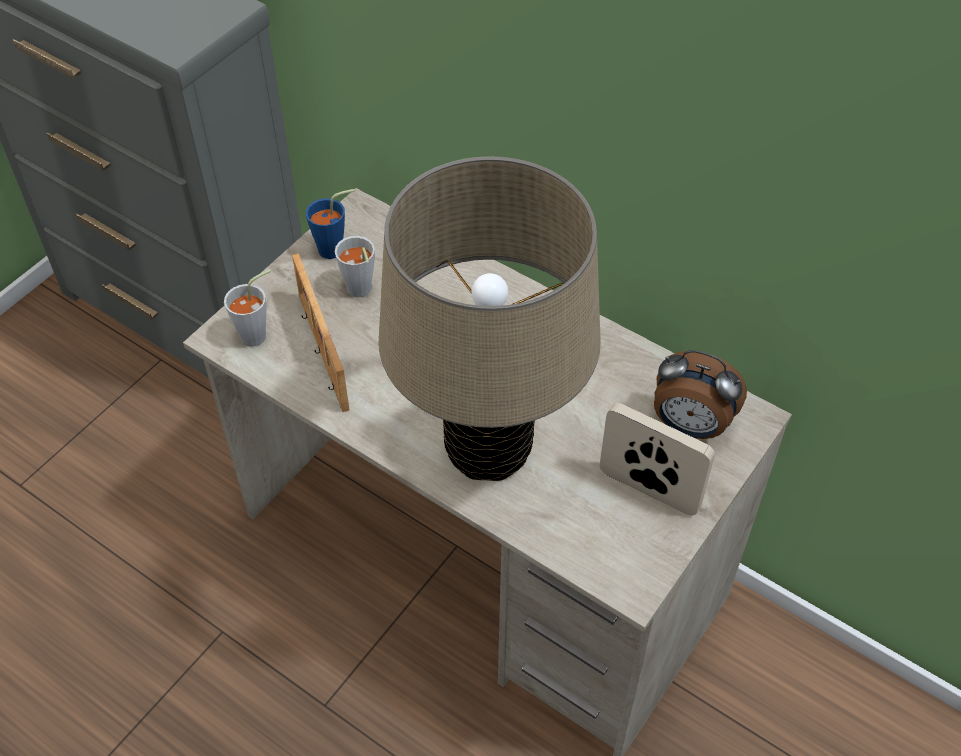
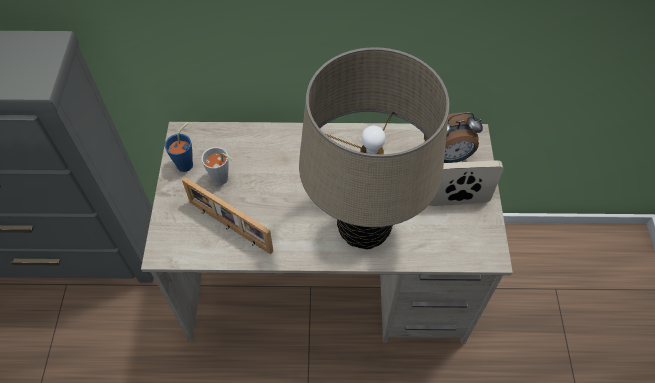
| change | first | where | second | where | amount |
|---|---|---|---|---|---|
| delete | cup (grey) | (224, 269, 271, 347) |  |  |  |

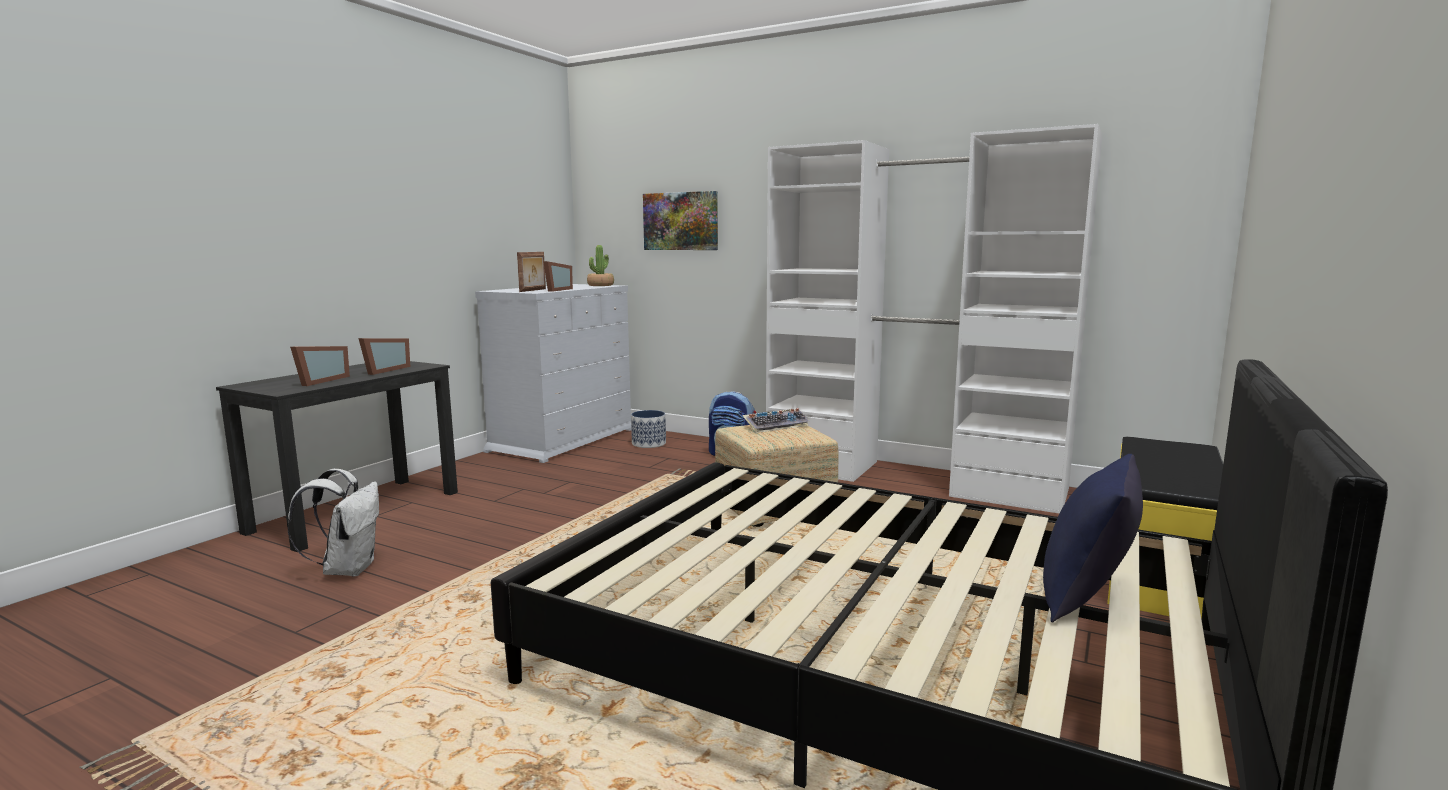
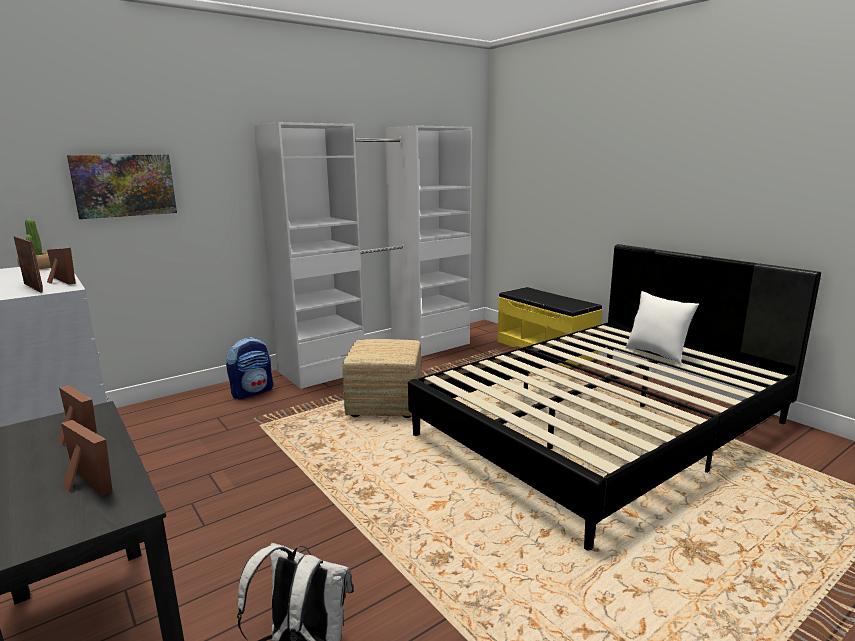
| change | first | where | second | where | amount |
|---|---|---|---|---|---|
| recolor | pillow (blue) | (1043, 454, 1143, 623) | pillow (white) | (625, 291, 699, 364) |  |
| delete | planter | (631, 410, 666, 448) |  |  |  |
| delete | keyboard | (742, 408, 809, 433) |  |  |  |

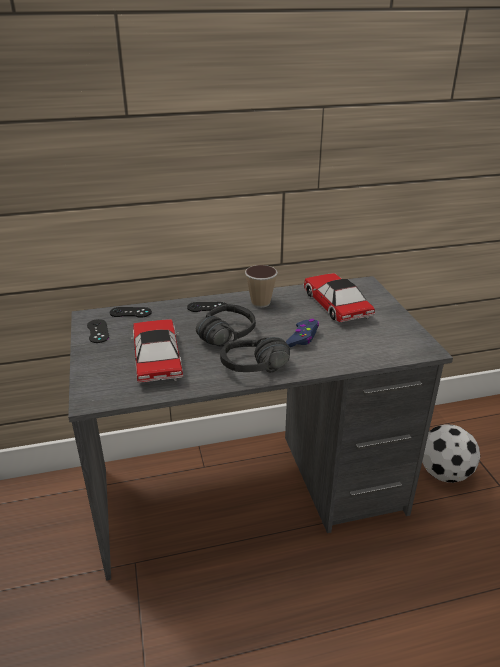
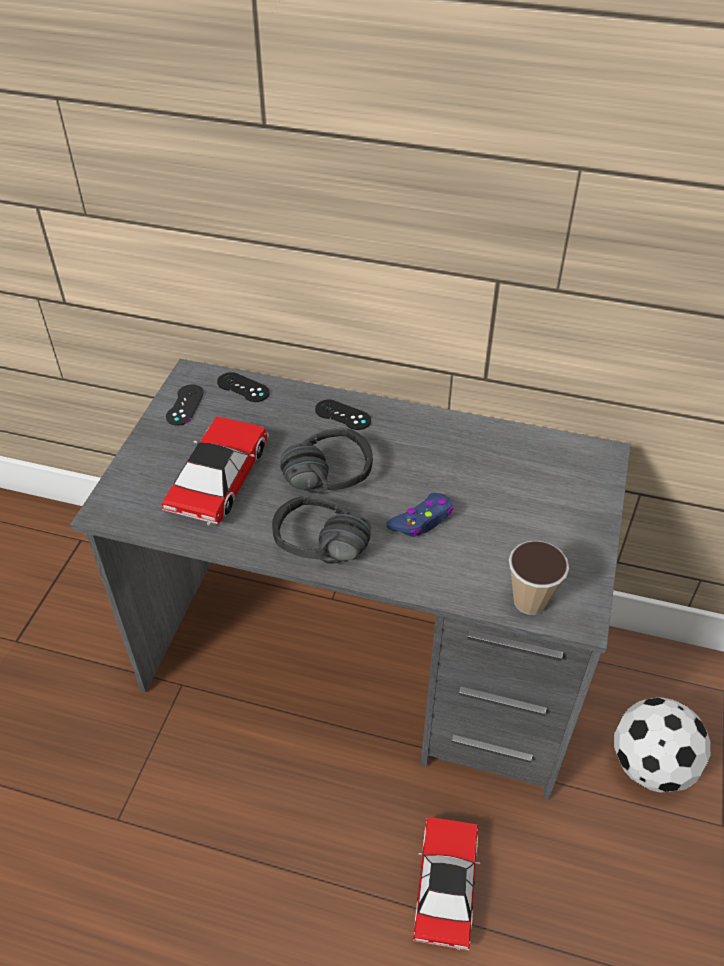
| change | first | where | second | where | amount |
|---|---|---|---|---|---|
| move | toy car | (303, 273, 375, 322) |  | (413, 817, 480, 950) |  |
| move | cup | (245, 265, 278, 308) |  | (509, 541, 569, 615) |  |

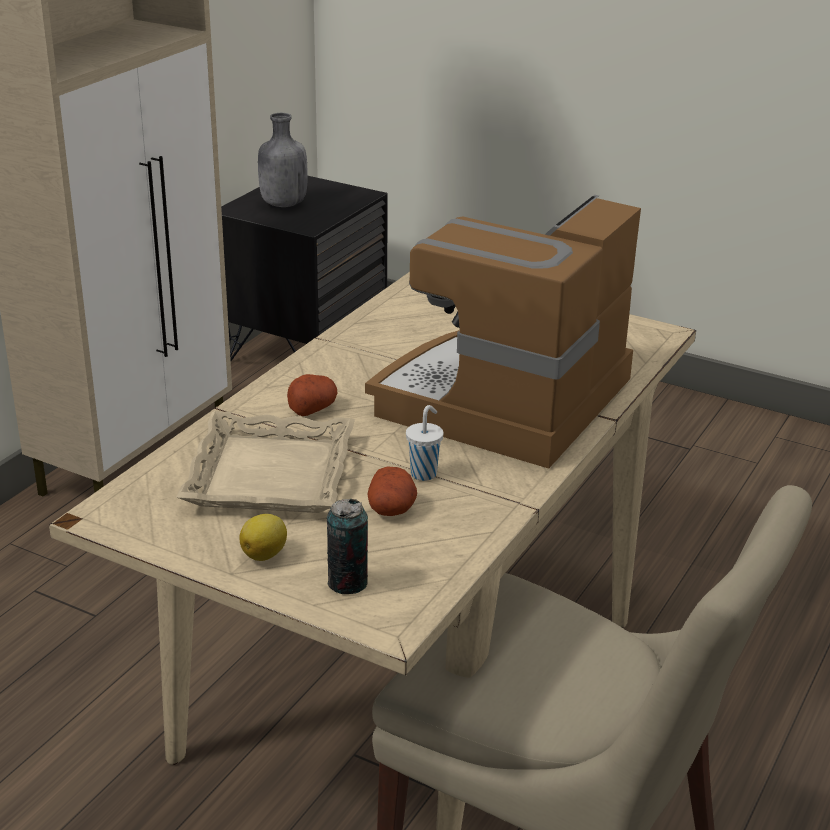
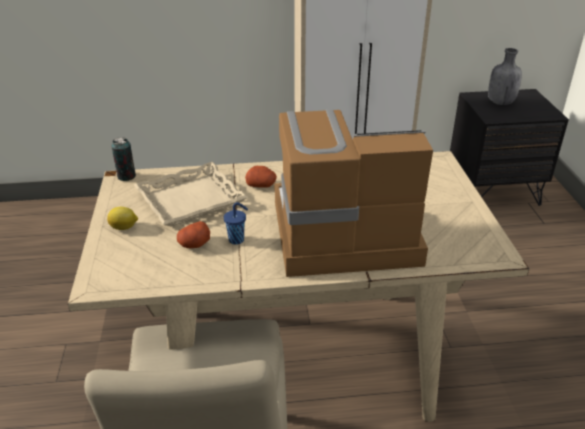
| change | first | where | second | where | amount |
|---|---|---|---|---|---|
| move | can | (327, 499, 368, 594) |  | (111, 137, 136, 181) |  |
| recolor | cup (white) | (406, 405, 443, 481) | cup (blue) | (223, 202, 248, 245) |  |

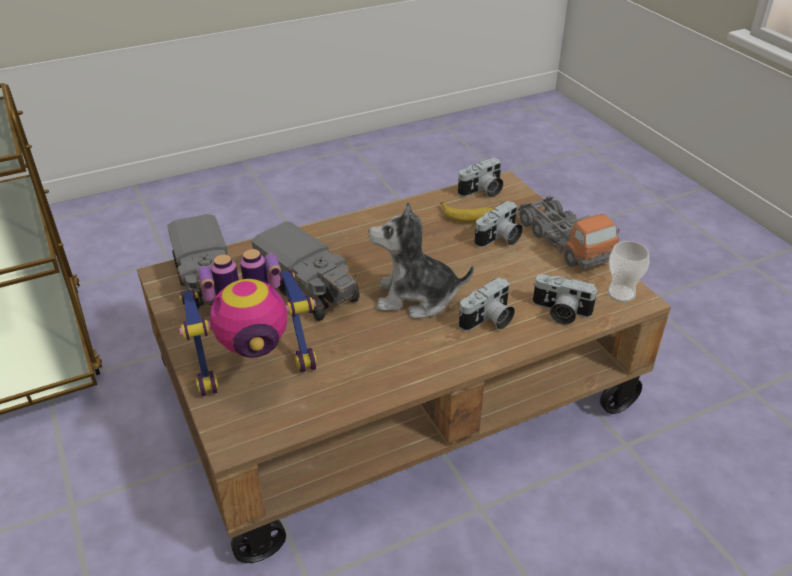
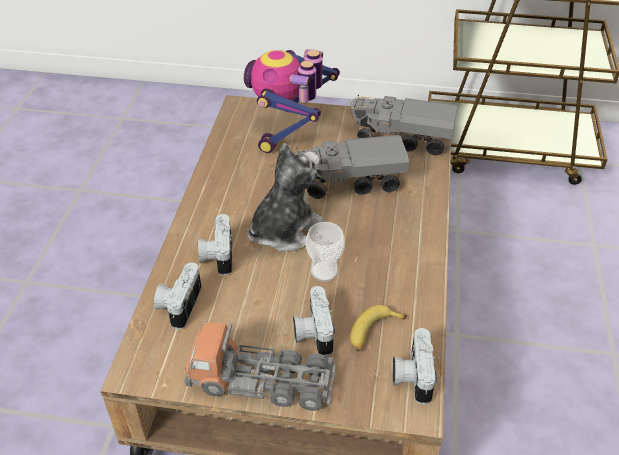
| change | first | where | second | where | amount |
|---|---|---|---|---|---|
| rotate | photo camera | (532, 274, 598, 325) |  | (154, 262, 201, 330) | 45 degrees counterclockwise |
| move | cup | (607, 241, 649, 302) |  | (306, 222, 345, 282) |  |

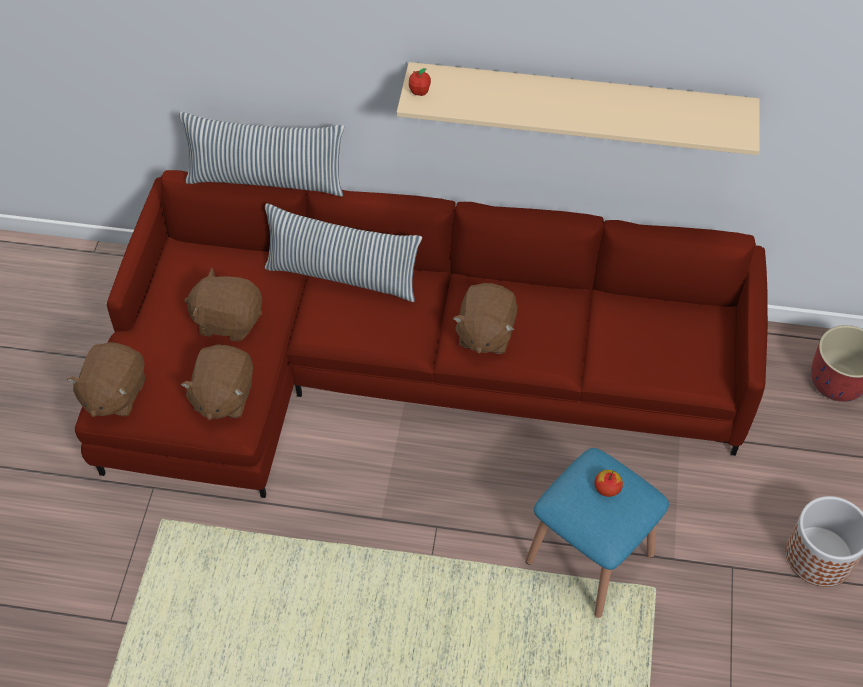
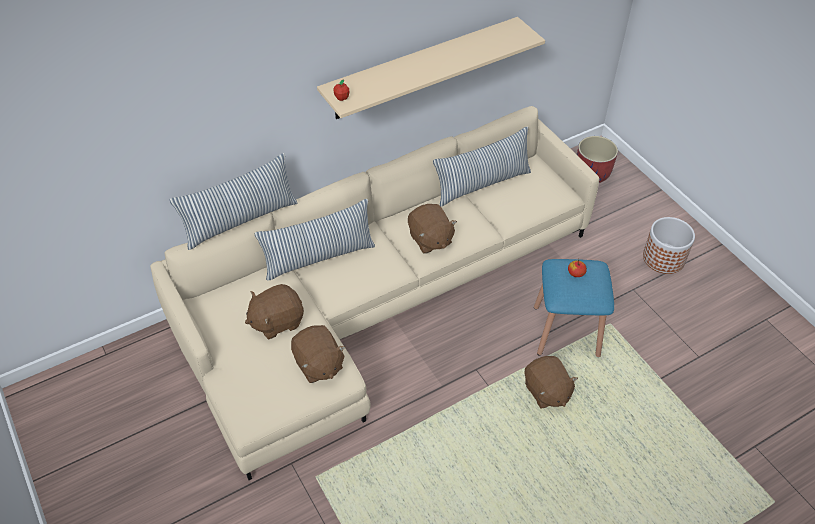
| change | first | where | second | where | amount |
|---|---|---|---|---|---|
| recolor | sofa (red) | (75, 170, 768, 498) | sofa (beige) | (150, 106, 599, 480) |  |
| insert |  |  | pillow | (433, 127, 531, 207) |  |
| move | plush toy (brown) | (67, 342, 145, 417) |  | (525, 356, 578, 408) |  |

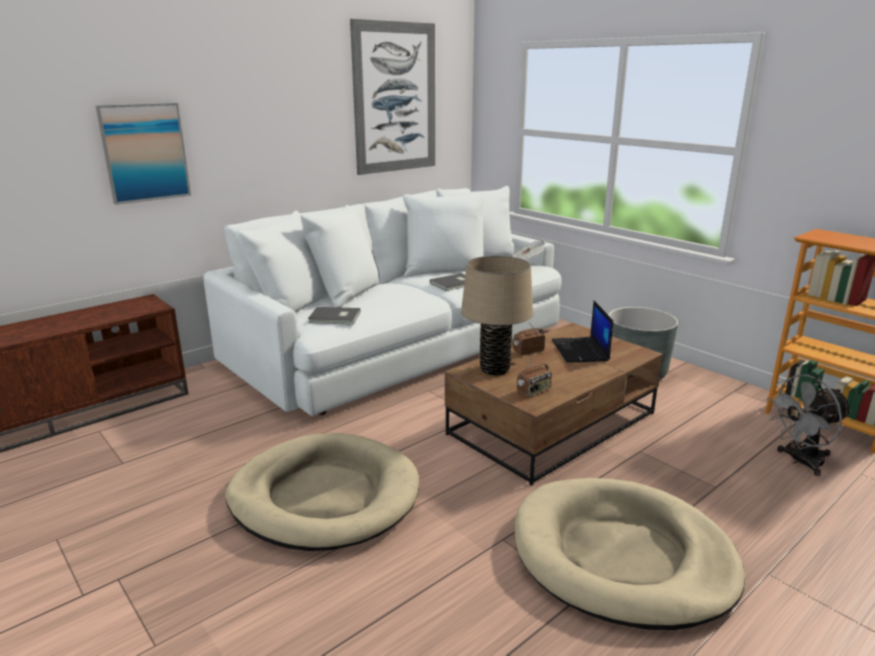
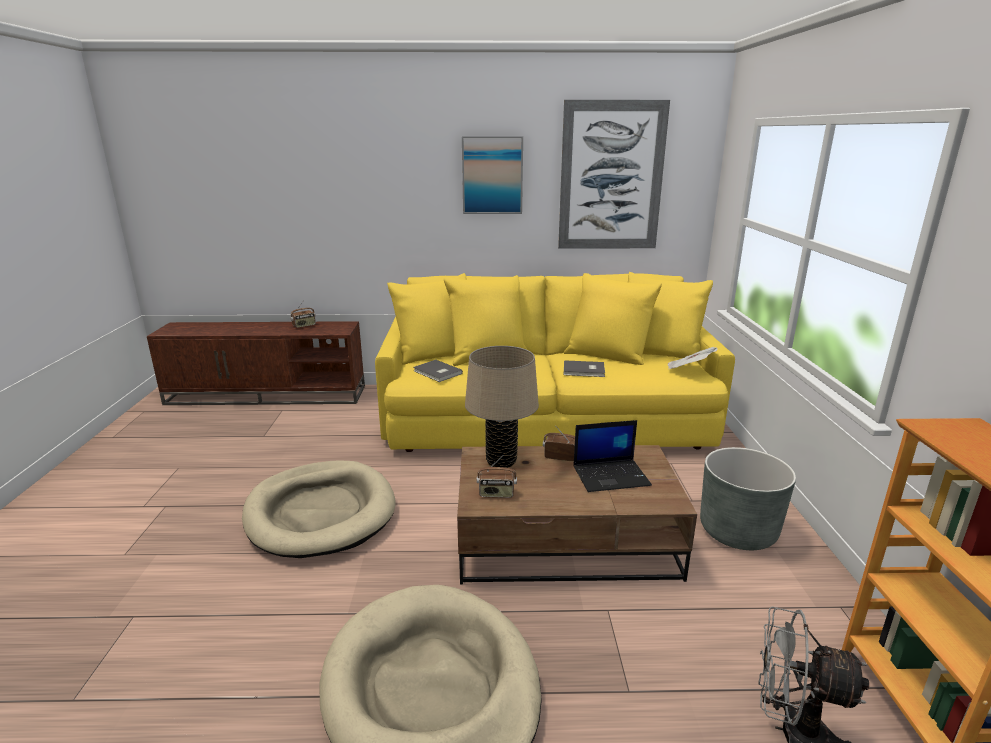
| change | first | where | second | where | amount |
|---|---|---|---|---|---|
| insert |  |  | radio | (290, 302, 316, 328) |  |
| recolor | sofa (white) | (203, 186, 562, 416) | sofa (yellow) | (375, 272, 735, 452) |  |
| move | picture | (95, 103, 191, 205) |  | (462, 136, 523, 214) |  |
| rotate | laptop | (552, 301, 613, 363) |  | (573, 420, 652, 492) | 135 degrees counterclockwise |

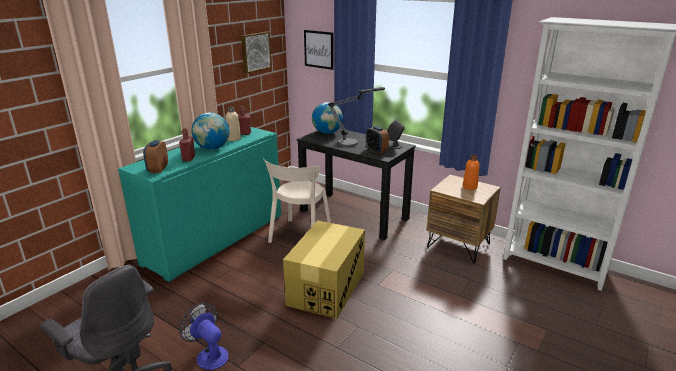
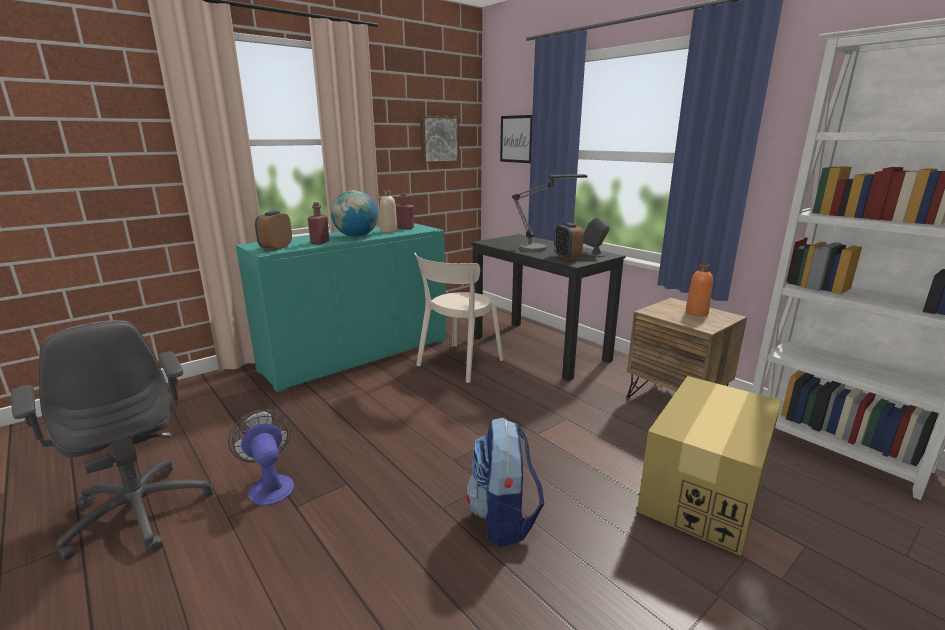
| change | first | where | second | where | amount |
|---|---|---|---|---|---|
| insert |  |  | backpack | (466, 417, 544, 547) |  |
| move | cardboard box | (283, 220, 365, 319) |  | (637, 376, 782, 556) |  |
| delete | globe | (312, 102, 343, 134) |  |  |  |

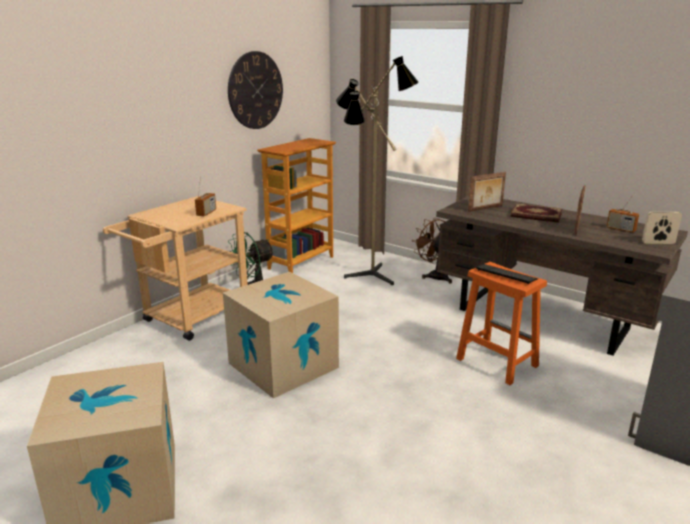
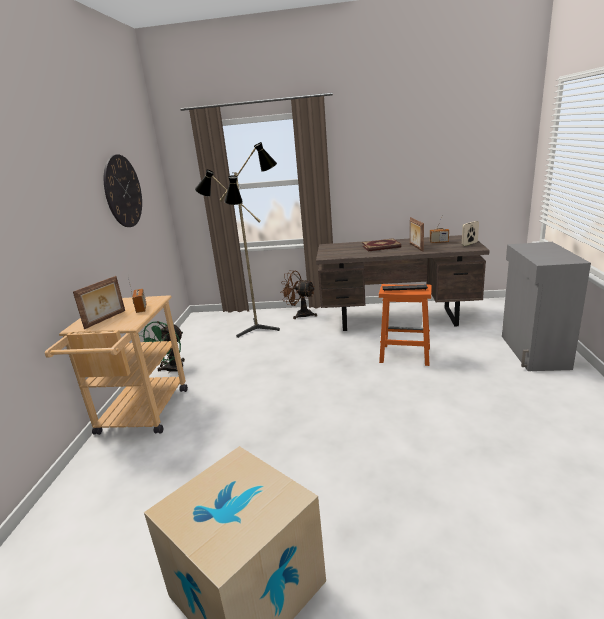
| change | first | where | second | where | amount |
|---|---|---|---|---|---|
| move | picture frame | (468, 172, 506, 212) |  | (73, 276, 125, 329) |  |
| delete | cardboard box | (223, 272, 339, 398) |  |  |  |
| delete | bookcase | (257, 138, 336, 273) |  |  |  |

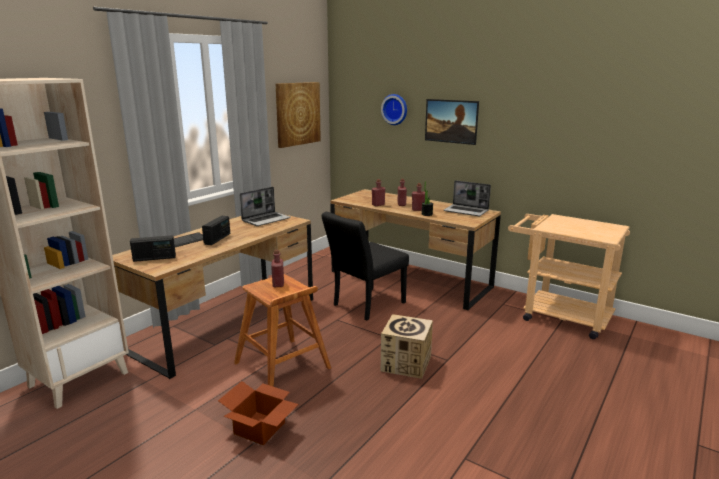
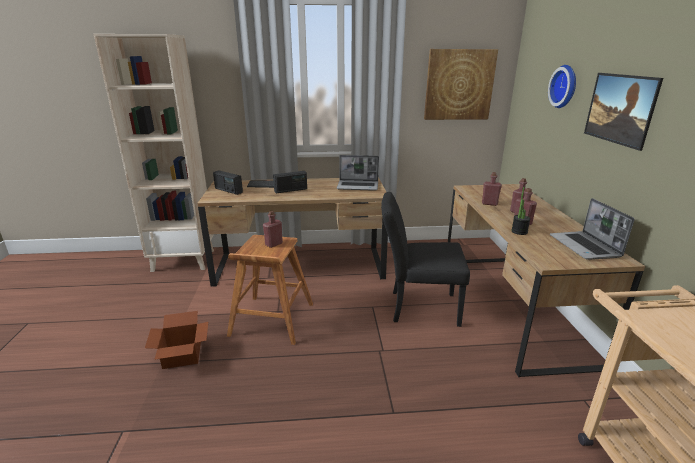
| change | first | where | second | where | amount |
|---|---|---|---|---|---|
| delete | cardboard box | (381, 314, 433, 379) |  |  |  |

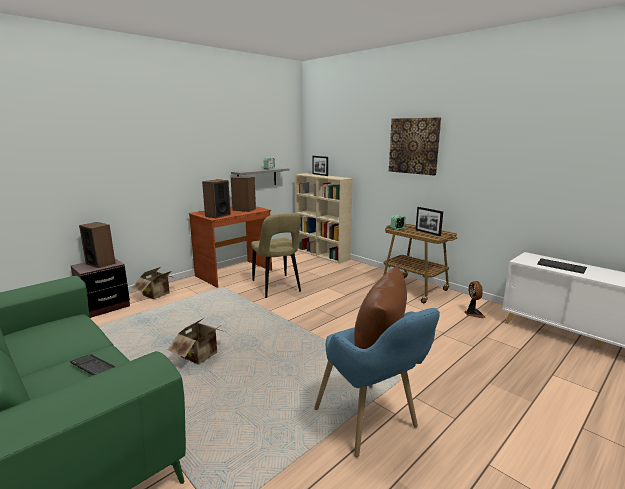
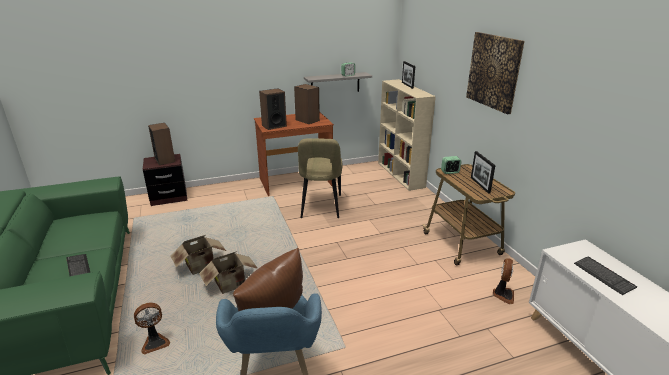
| change | first | where | second | where | amount |
|---|---|---|---|---|---|
| insert |  |  | fan | (134, 303, 170, 355) |  |
| move | cardboard box | (132, 267, 174, 299) |  | (199, 251, 258, 294) |  |

